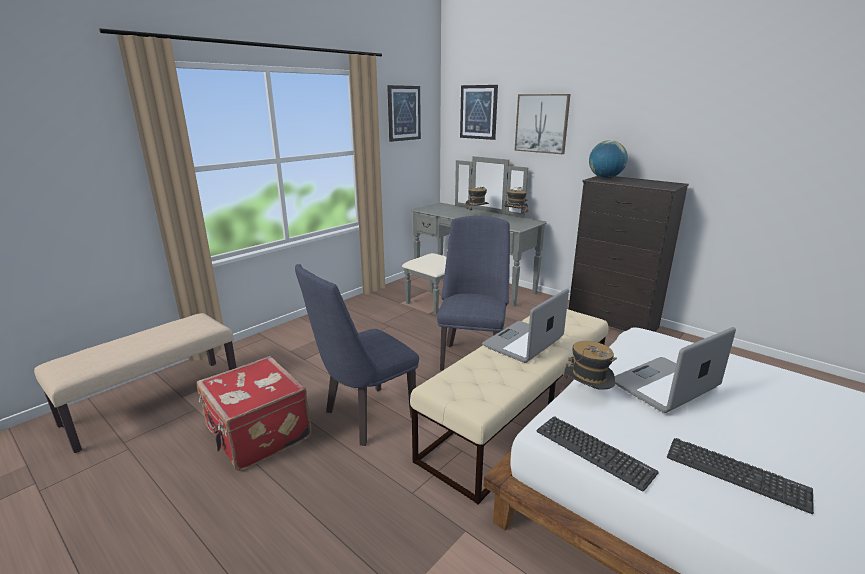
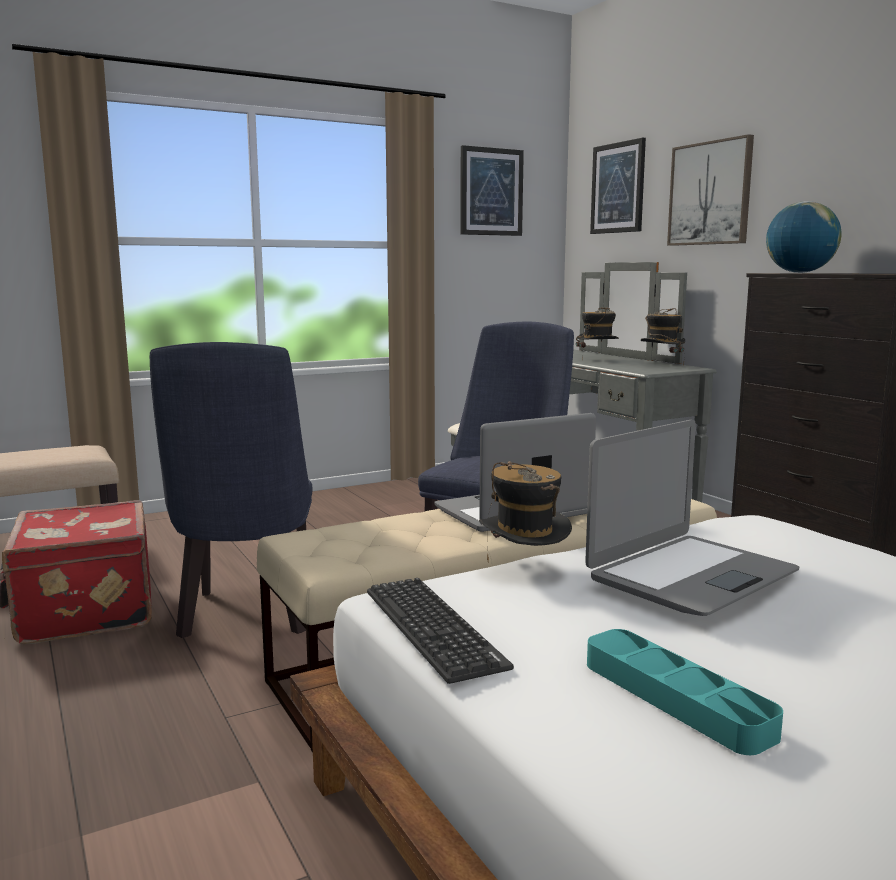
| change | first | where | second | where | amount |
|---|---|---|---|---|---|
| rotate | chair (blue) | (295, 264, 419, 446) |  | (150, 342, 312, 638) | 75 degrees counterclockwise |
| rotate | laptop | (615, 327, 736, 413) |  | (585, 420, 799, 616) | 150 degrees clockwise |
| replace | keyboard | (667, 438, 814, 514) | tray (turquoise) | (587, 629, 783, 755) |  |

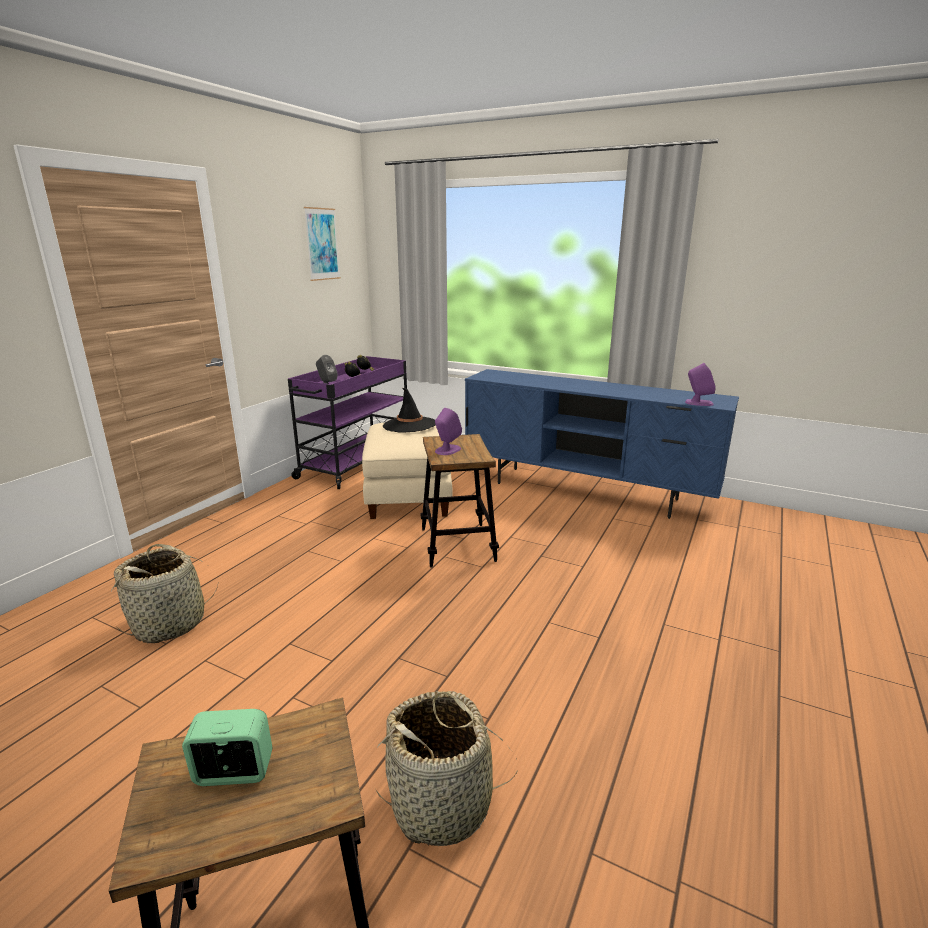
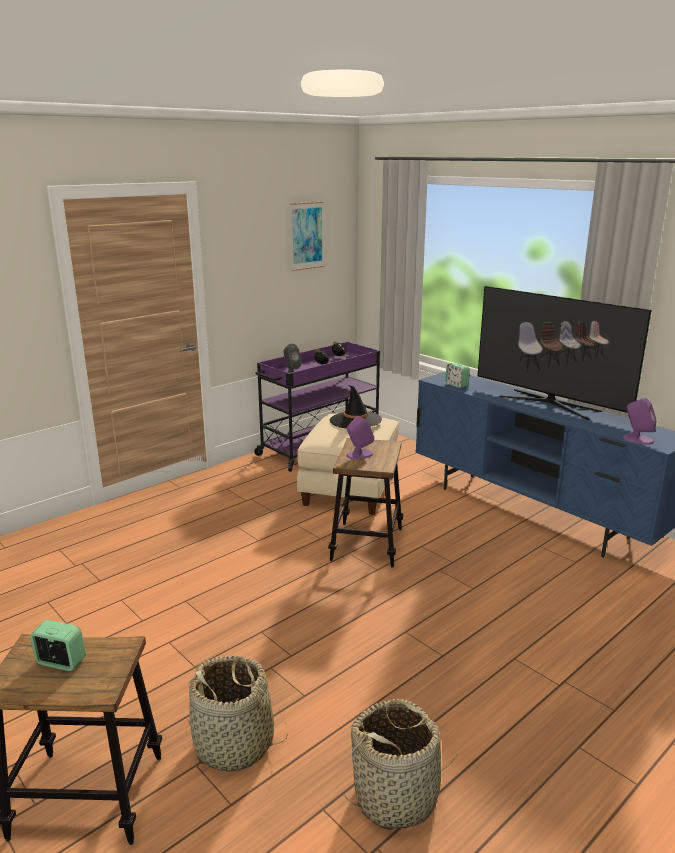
| change | first | where | second | where | amount |
|---|---|---|---|---|---|
| move | basket | (111, 544, 218, 643) |  | (344, 699, 458, 830) |  |
| insert |  |  | alarm clock | (445, 363, 470, 388) |  |
| insert |  |  | television | (477, 286, 651, 420) |  |

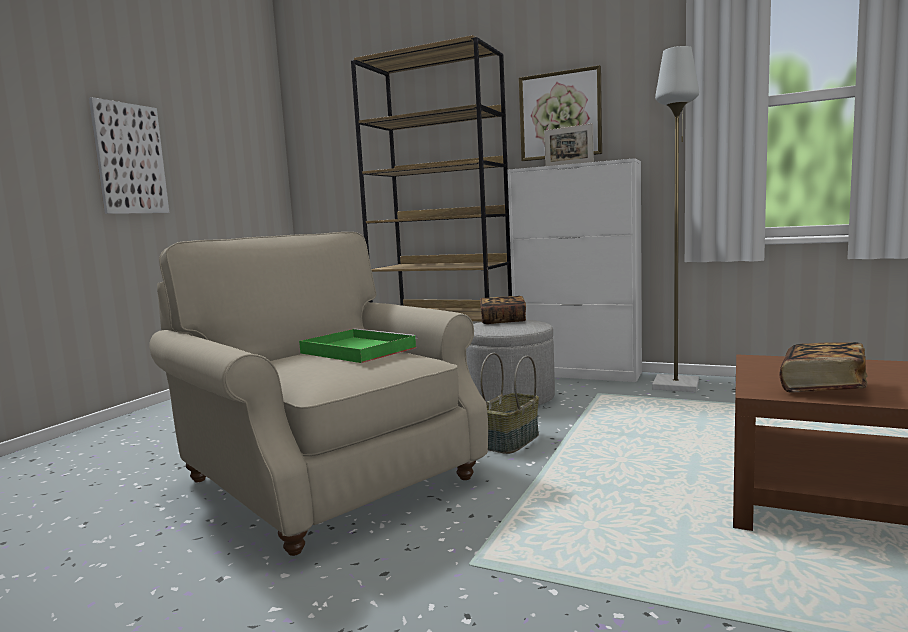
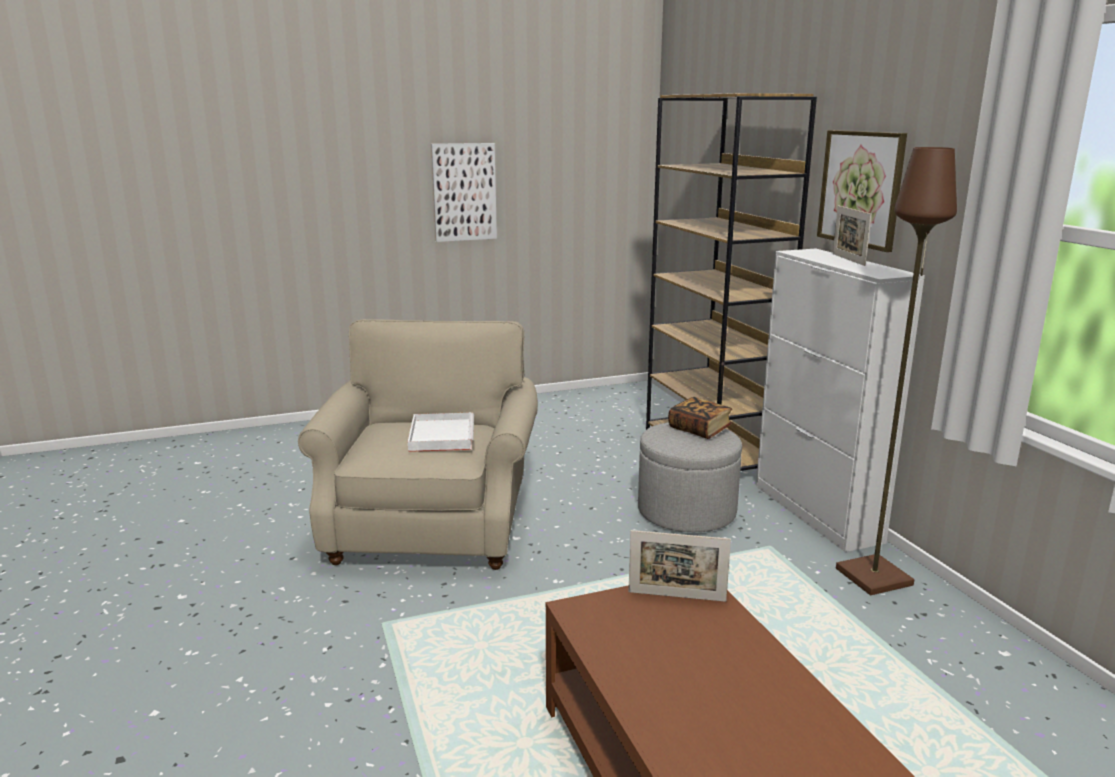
| change | first | where | second | where | amount |
|---|---|---|---|---|---|
| recolor | tray (green) | (299, 329, 418, 363) | tray (white) | (408, 412, 474, 452) |  |
| insert |  |  | picture frame | (629, 530, 731, 602) |  |
| recolor | floor lamp (grey) | (652, 46, 699, 392) | floor lamp (brown) | (836, 147, 957, 595) |  |
| delete | basket | (480, 353, 539, 454) |  |  |  |
| delete | book | (780, 342, 868, 392) |  |  |  |

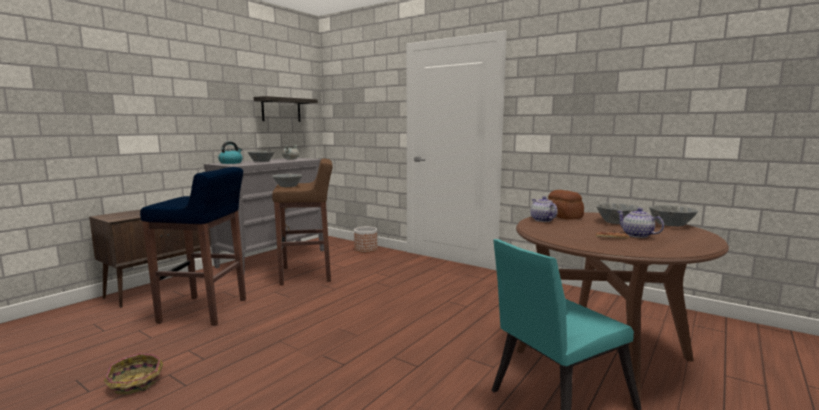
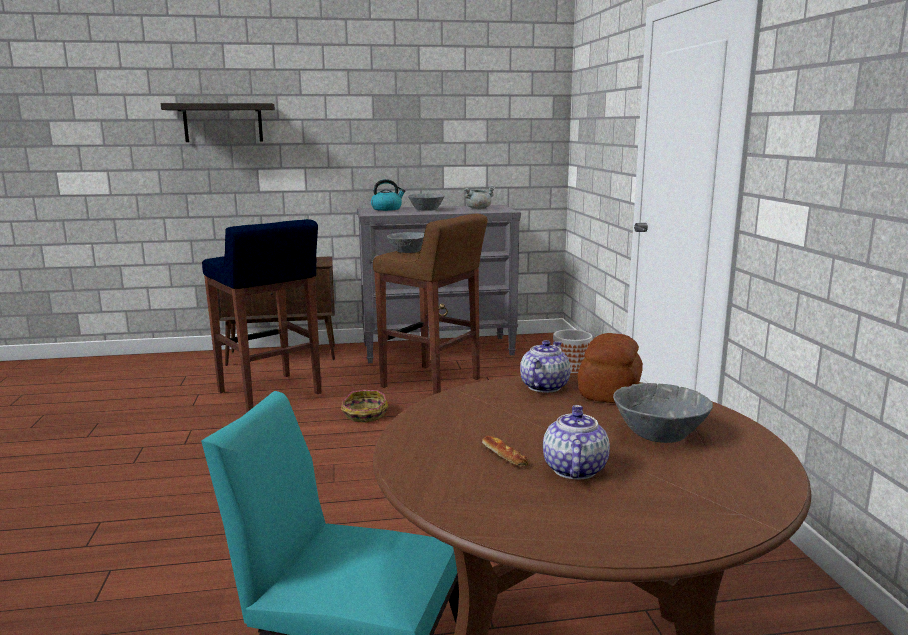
| change | first | where | second | where | amount |
|---|---|---|---|---|---|
| move | shelf | (254, 96, 318, 122) |  | (161, 103, 275, 142) |  |
| move | basket | (104, 353, 163, 394) |  | (341, 390, 388, 422) |  |
| delete | bowl (grey) | (649, 205, 698, 226) |  |  |  |

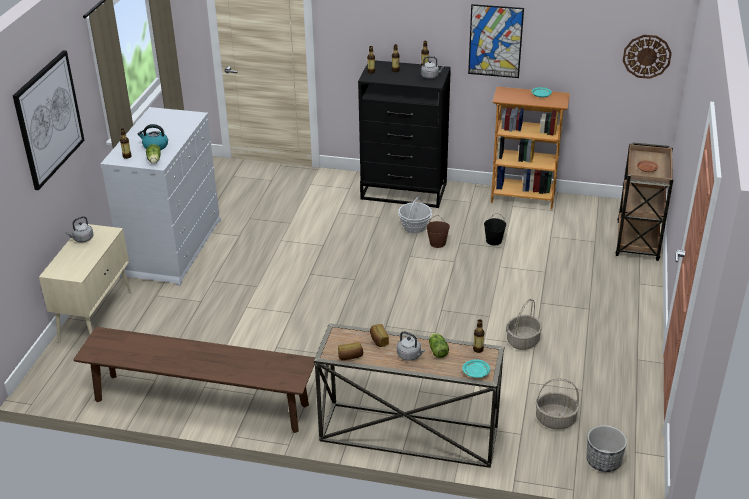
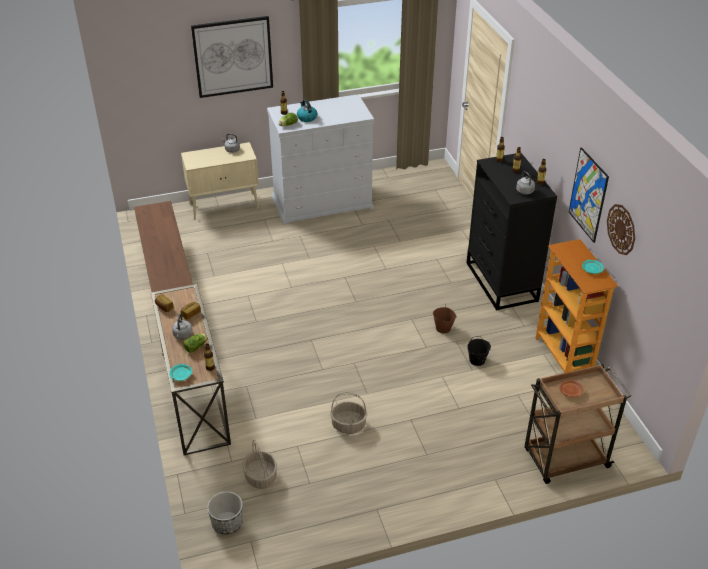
| change | first | where | second | where | amount |
|---|---|---|---|---|---|
| move | wall clock | (623, 35, 672, 79) |  | (607, 204, 635, 255) |  |
| delete | basket | (398, 197, 432, 233) |  |  |  |

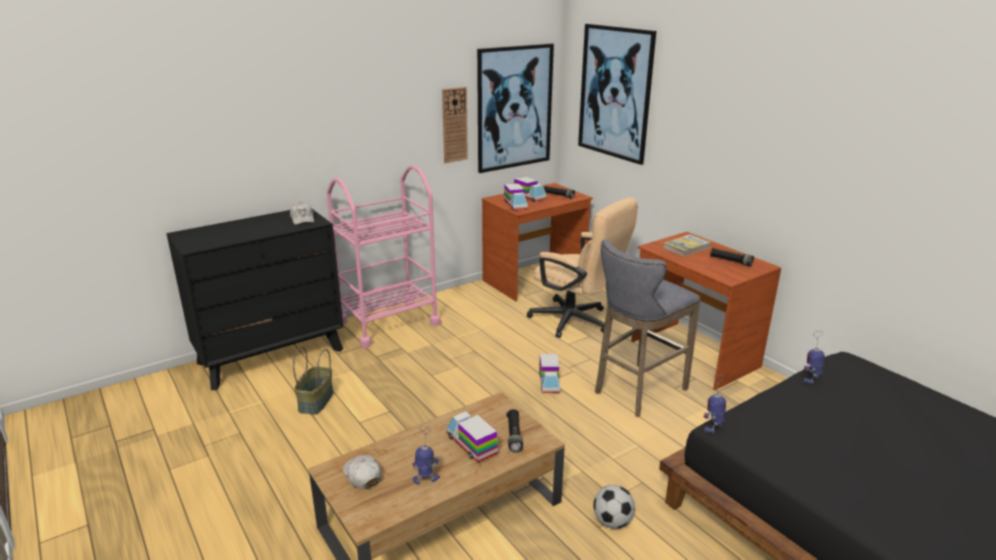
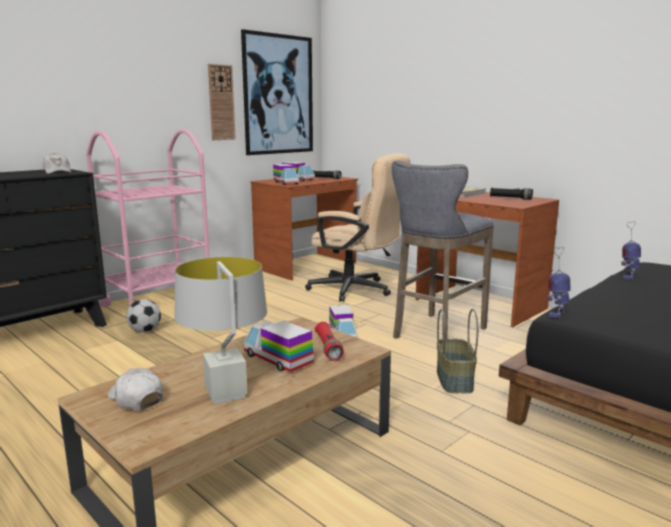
| change | first | where | second | where | amount |
|---|---|---|---|---|---|
| move | football | (593, 485, 635, 529) |  | (126, 299, 161, 333) |  |
| replace | toy robot | (413, 426, 440, 485) | table lamp (grey) | (175, 257, 267, 404) |  |
| recolor | flashlight (black) | (507, 409, 523, 453) | flashlight (red) | (315, 322, 344, 361) |  |
| move | basket | (293, 347, 333, 415) |  | (437, 309, 478, 393) |  |
| delete | picture | (578, 24, 656, 165) |  |  |  |

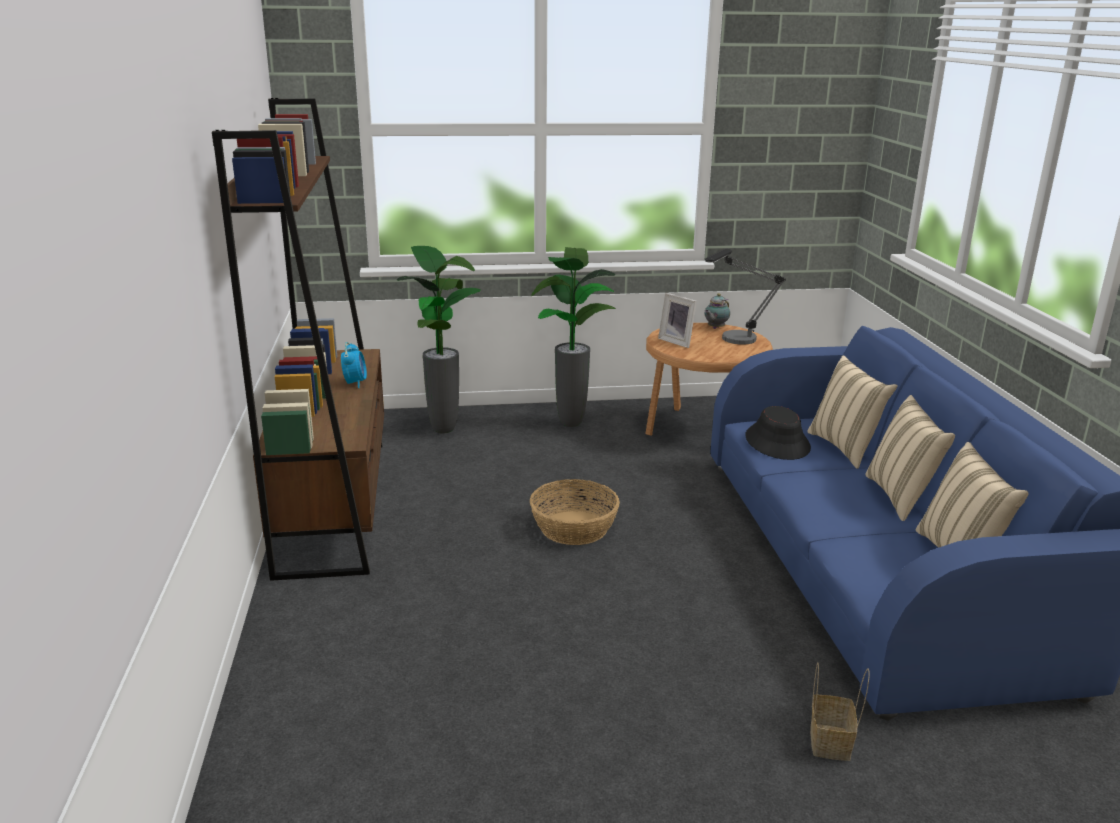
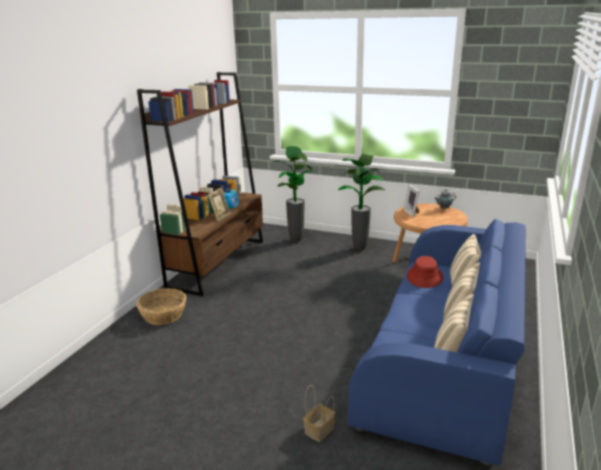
| change | first | where | second | where | amount |
|---|---|---|---|---|---|
| move | basket | (530, 479, 620, 545) |  | (136, 288, 186, 325) |  |
| insert |  |  | picture frame | (208, 188, 230, 221) |  |
| recolor | hat (black) | (745, 406, 811, 460) | hat (red) | (407, 256, 443, 288) |  |
| delete | table lamp | (705, 249, 786, 345) |  |  |  |

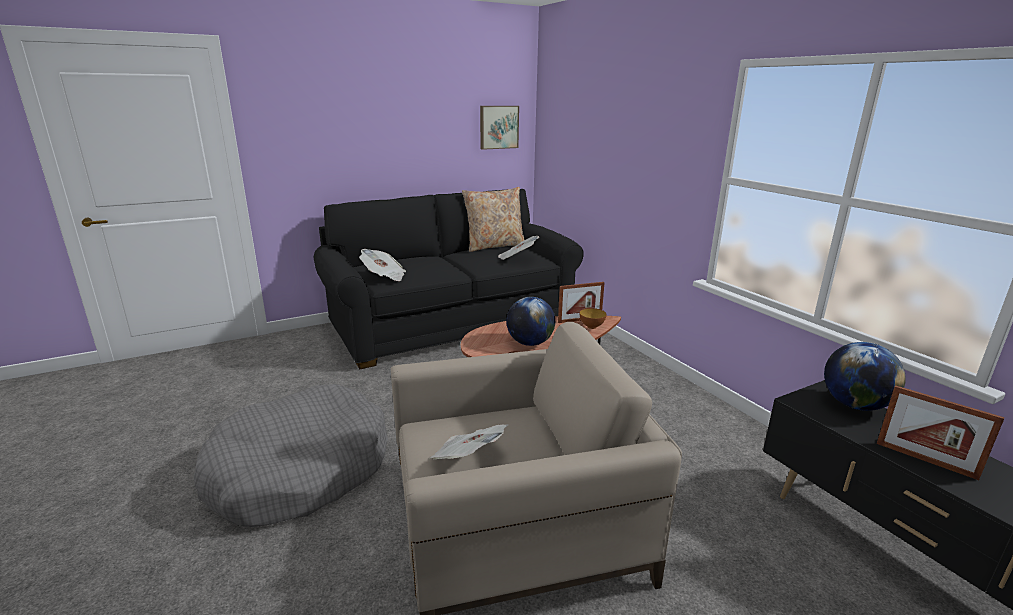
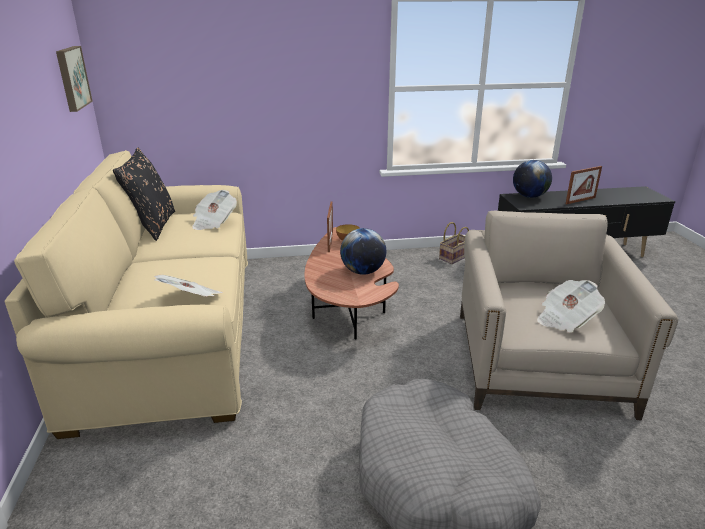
| change | first | where | second | where | amount |
|---|---|---|---|---|---|
| recolor | sofa (black) | (314, 189, 584, 369) | sofa (beige) | (4, 150, 248, 439) |  |
| recolor | pillow (beige) | (462, 187, 525, 252) | pillow (black) | (113, 147, 175, 241) |  |
| insert |  |  | basket | (439, 222, 469, 264) |  |

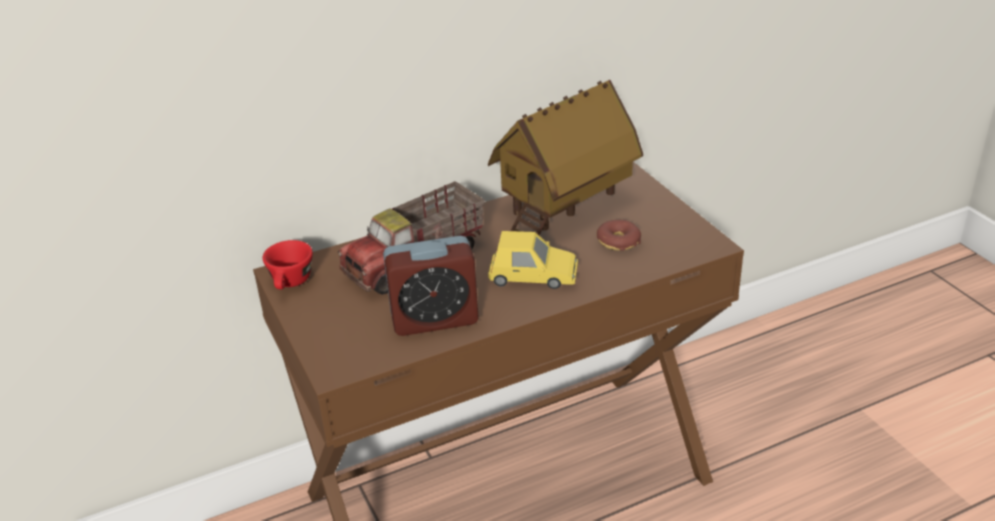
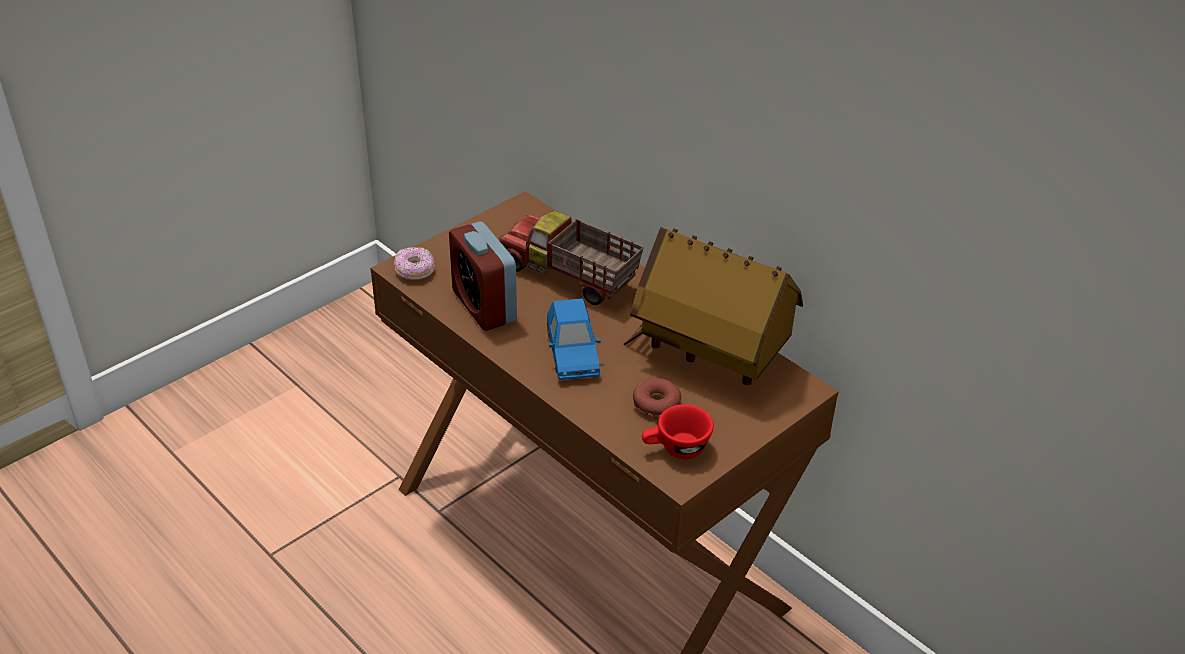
| change | first | where | second | where | amount |
|---|---|---|---|---|---|
| insert |  |  | donut | (394, 247, 435, 280) |  |
| recolor | toy car (yellow) | (488, 231, 578, 289) | toy car (blue) | (547, 298, 601, 380) |  |
| move | cup (red) | (263, 240, 313, 290) |  | (642, 404, 714, 459) |  |

